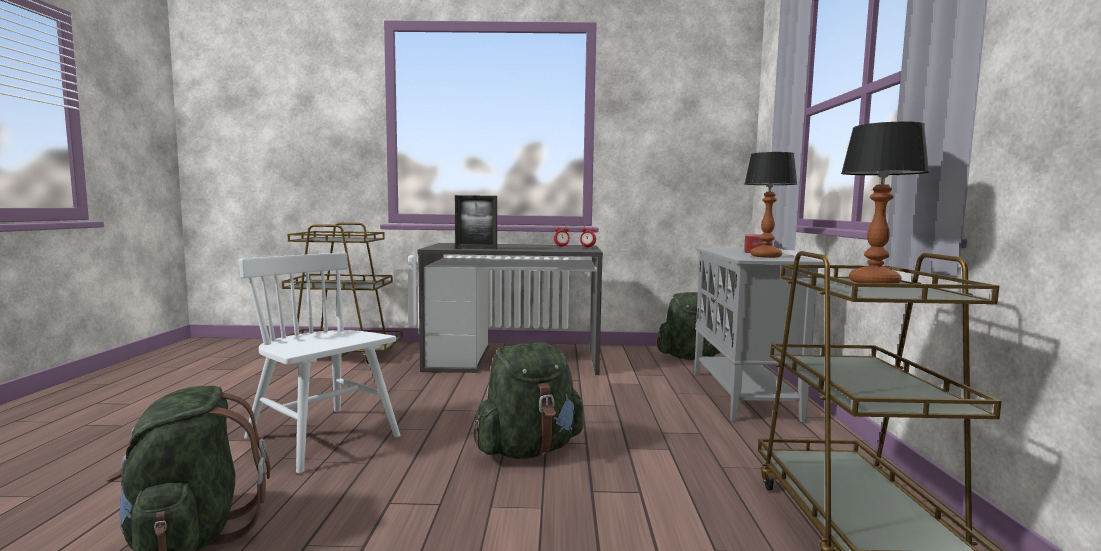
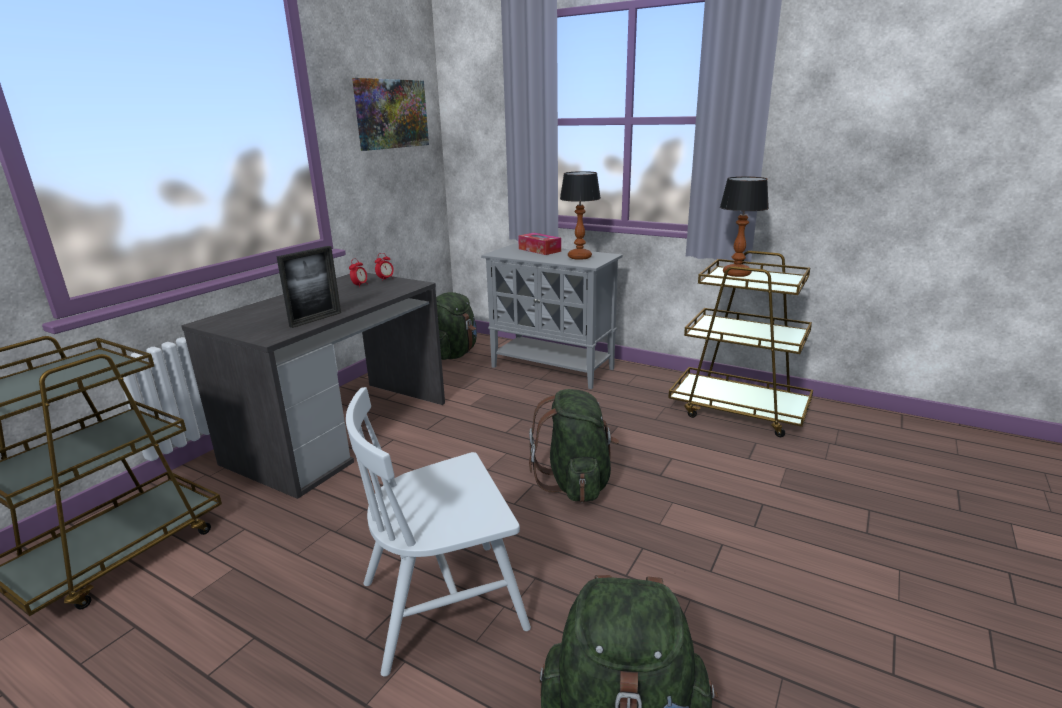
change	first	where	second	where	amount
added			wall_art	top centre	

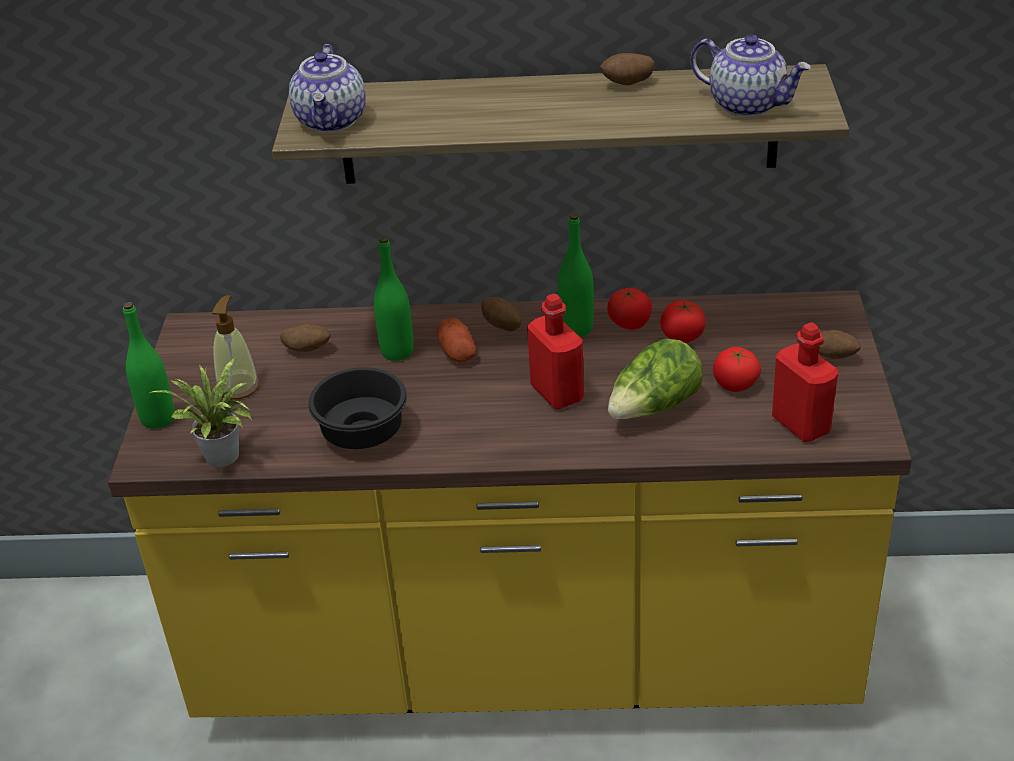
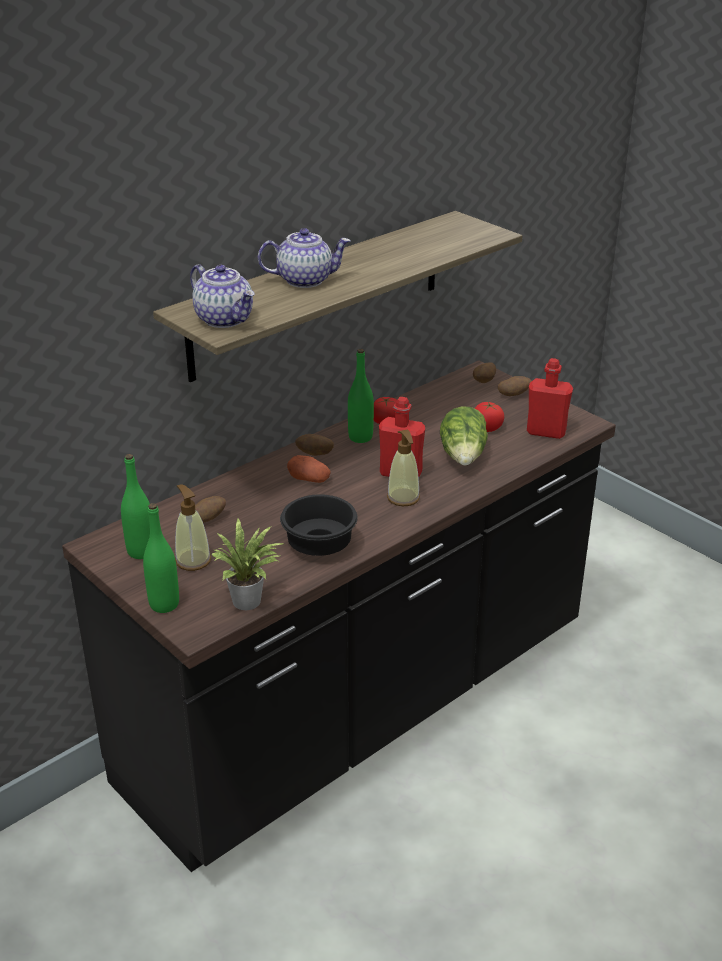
change	first	where	second	where	amount
recoloured	yellow-coloured_counter	centre	black_counter	centre	
moved	greenish_drink_bottle (2nd from left in the first image)	centre	greenish_drink_bottle (1st from left)	middle left	
moved	teapot (2nd from left)	top right		top centre	
added			soap_dispenser (2nd from left)	centre	
moved	whole_potato (4th from left)	top centre		middle right	
removed	fresh_tomato (2nd from left)	middle right			

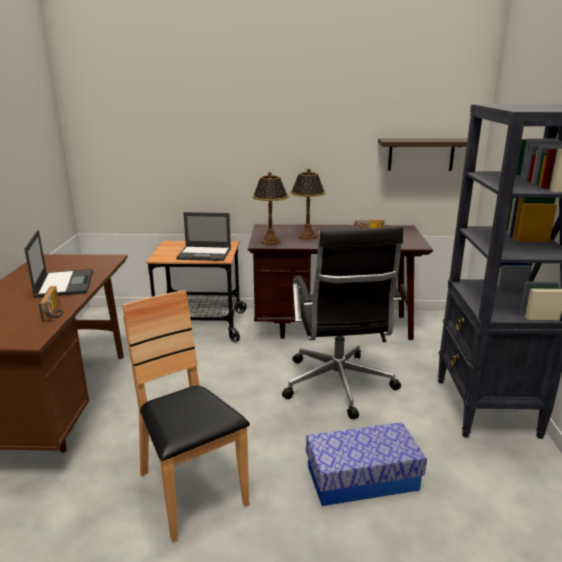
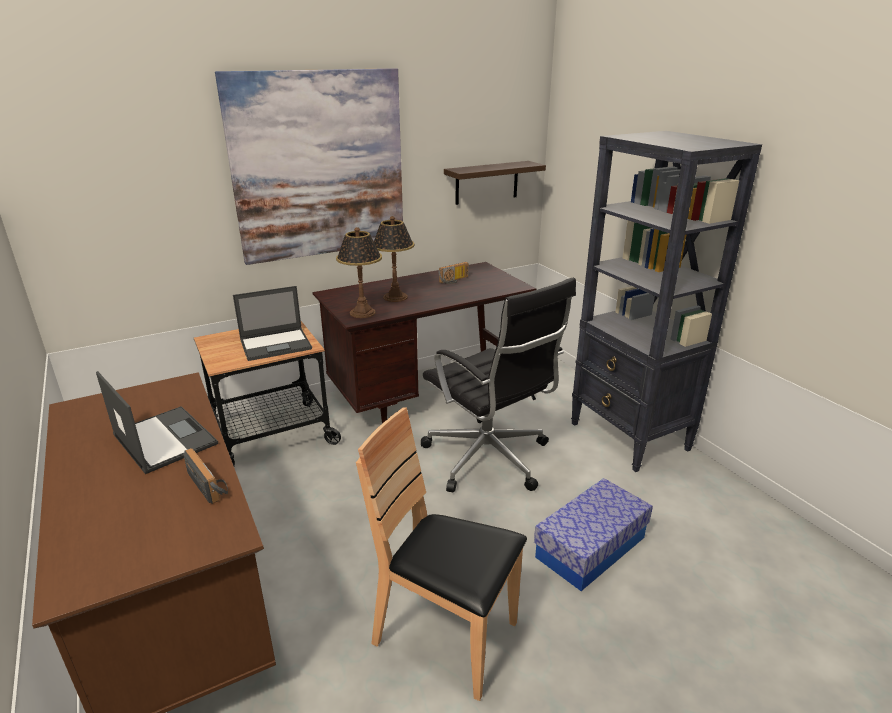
change	first	where	second	where	amount
added			wall_art	top centre	

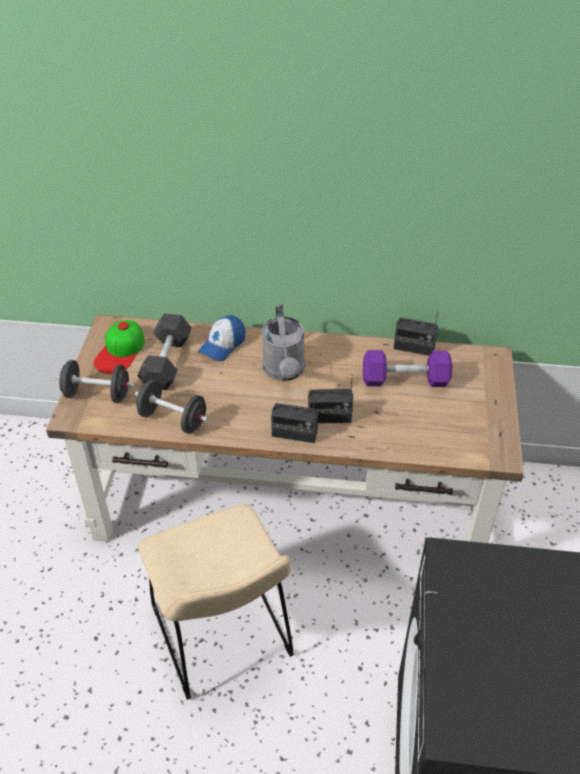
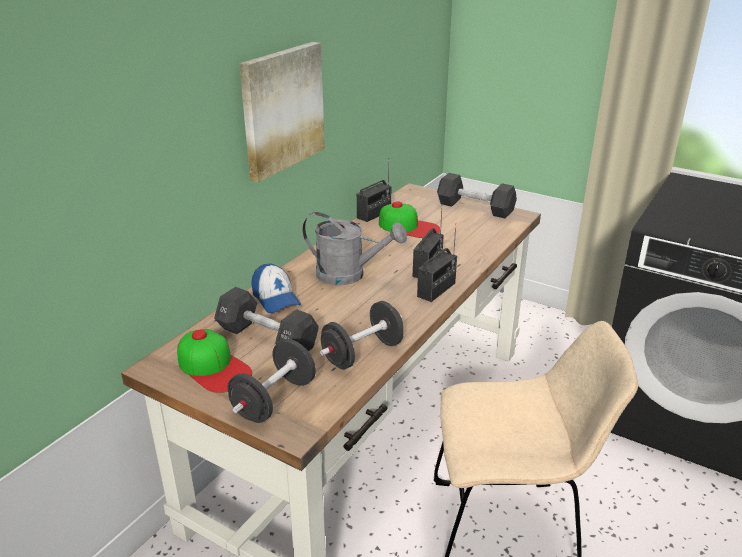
change	first	where	second	where	amount
added			wall_art	top centre	
replaced	purplish_hand_weight	middle right	cap (3rd from left)	centre	
added			black_hand_weight (4th from left)	centre	

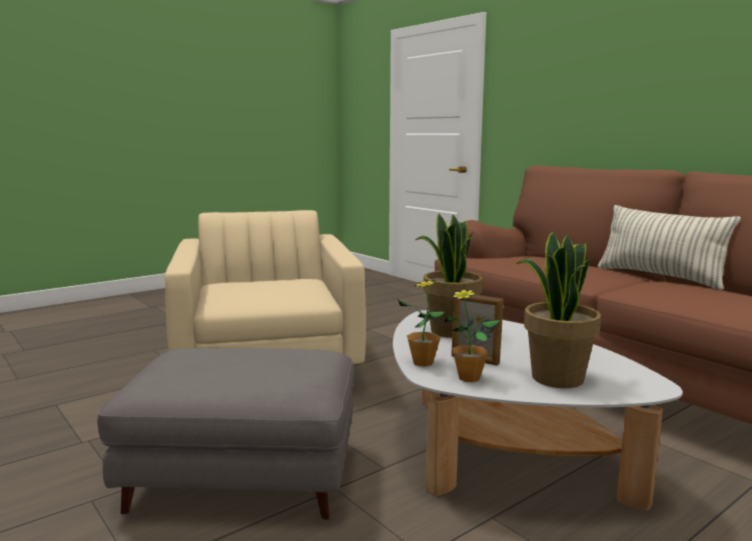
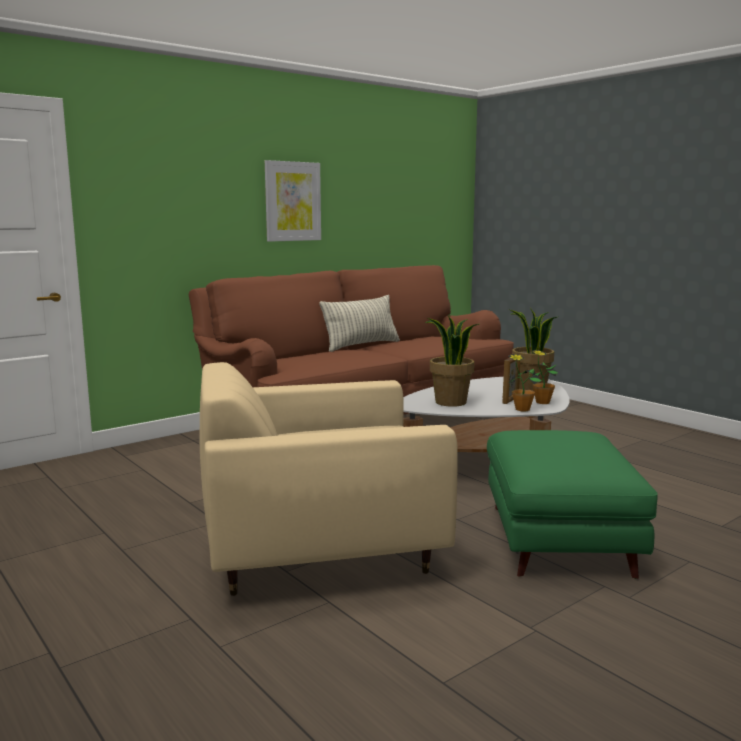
change	first	where	second	where	amount
added			wall_art	top centre	
recoloured	grey_footrest	bottom left	greenish_footrest	bottom right	

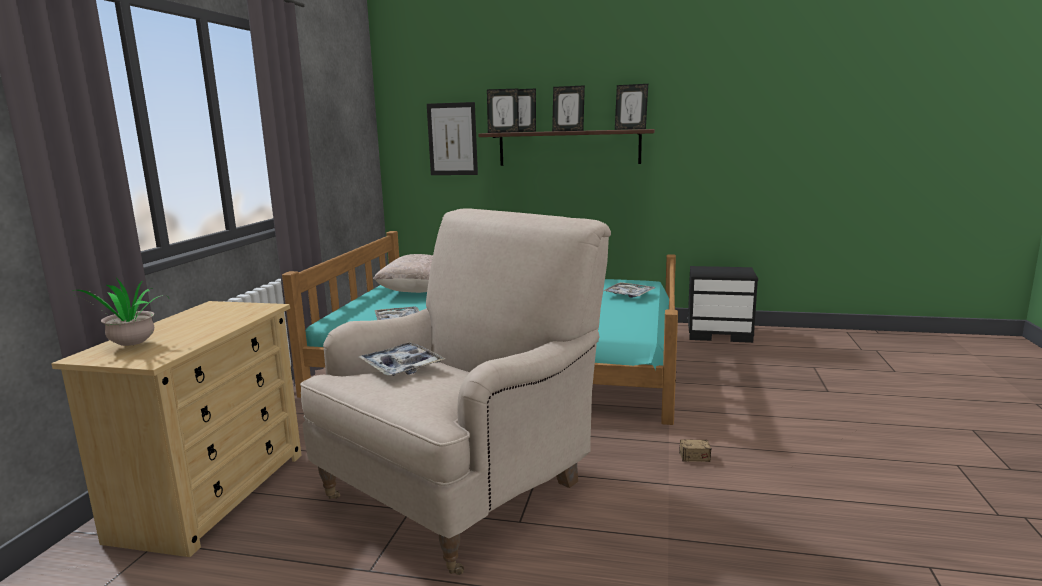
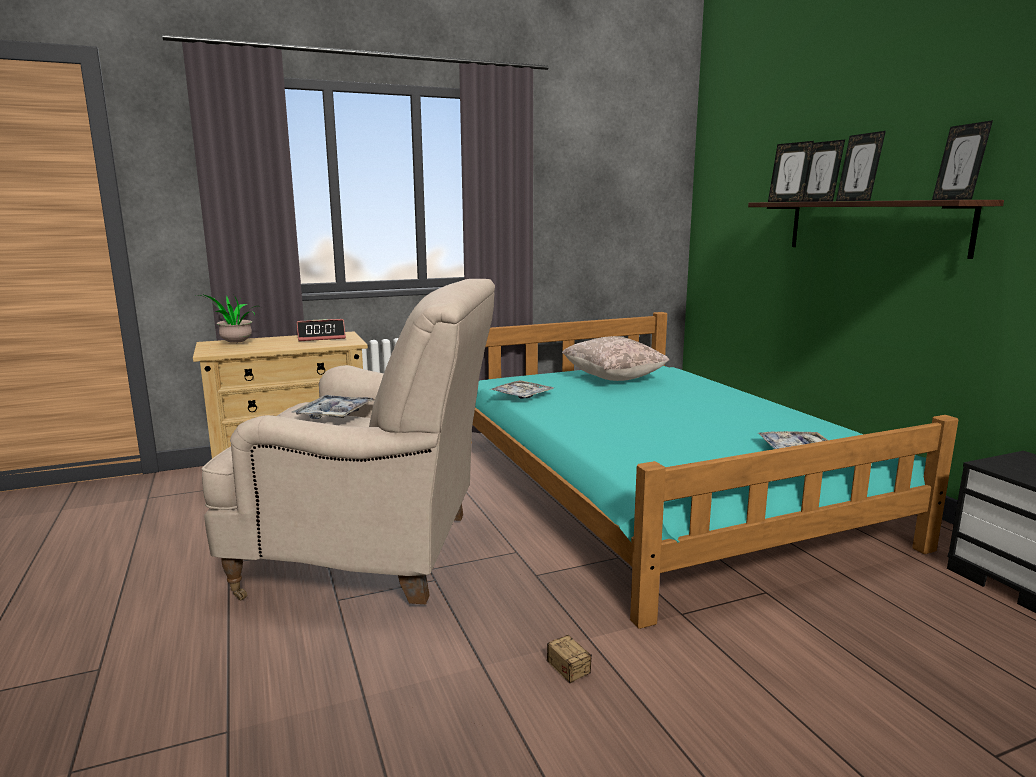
change	first	where	second	where	amount
added			bedside_clock	middle left	
removed	wall_art	top centre			

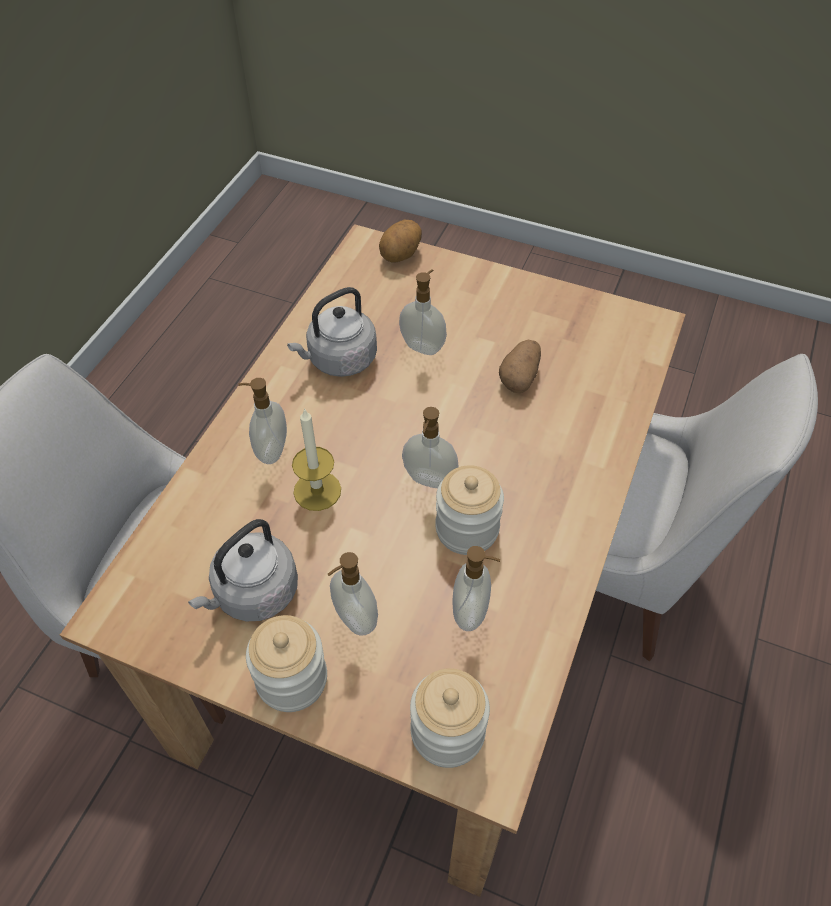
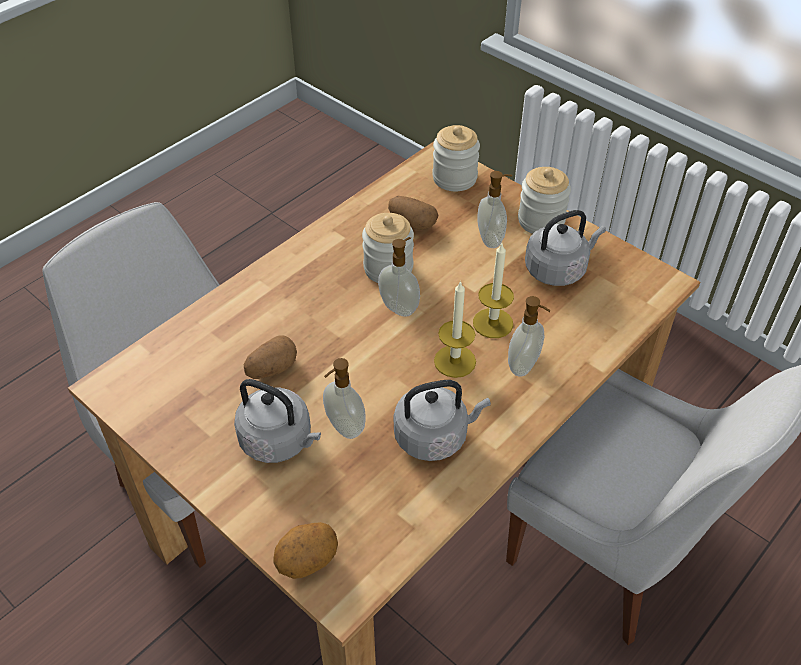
change	first	where	second	where	amount
added			grey_tea_kettle (1st from left)	centre	
replaced	soap_dispenser (5th from left)	centre	whole_potato (3rd from left)	top centre	
added			wax_light (1st from left)	centre	

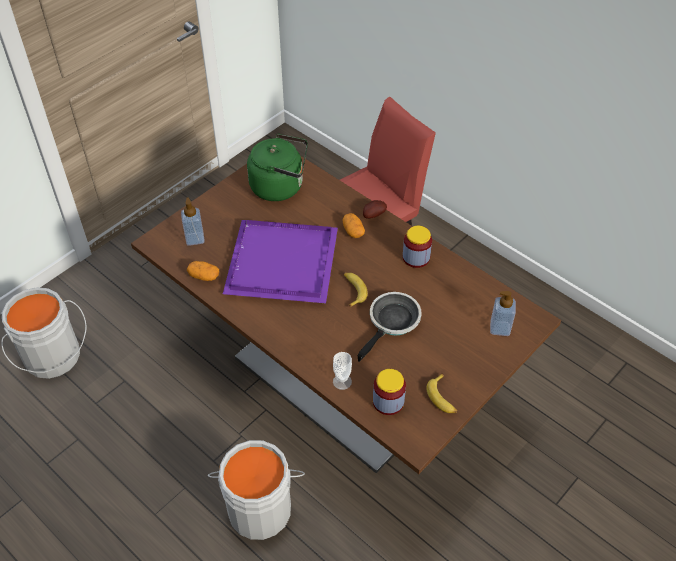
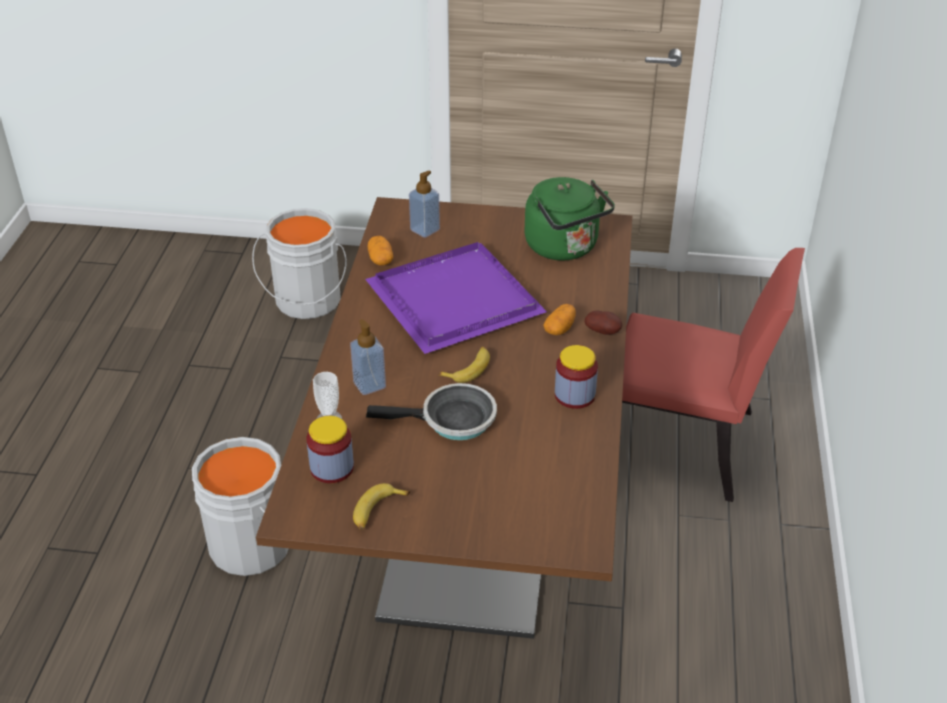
change	first	where	second	where	amount
moved	soap_dispenser (2nd from left in the first image)	middle right	soap_dispenser (1st from left)	centre	

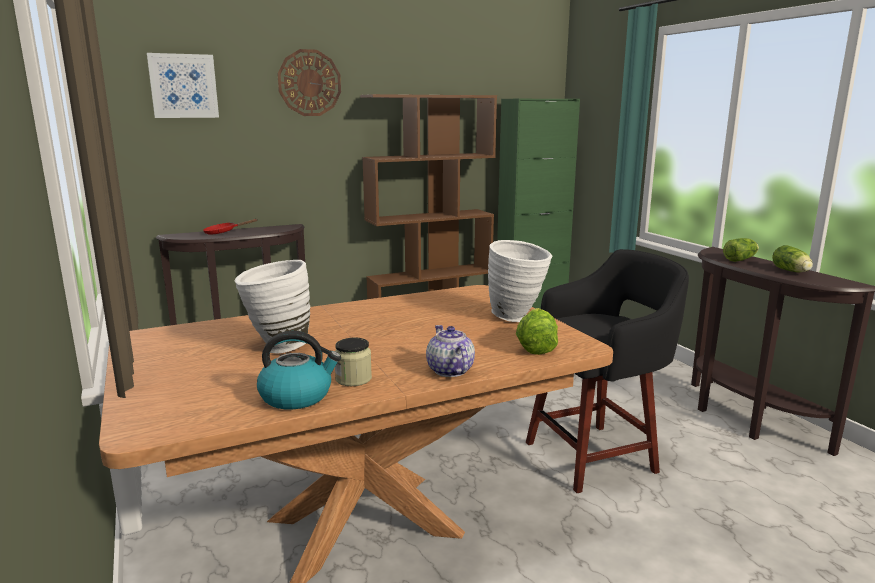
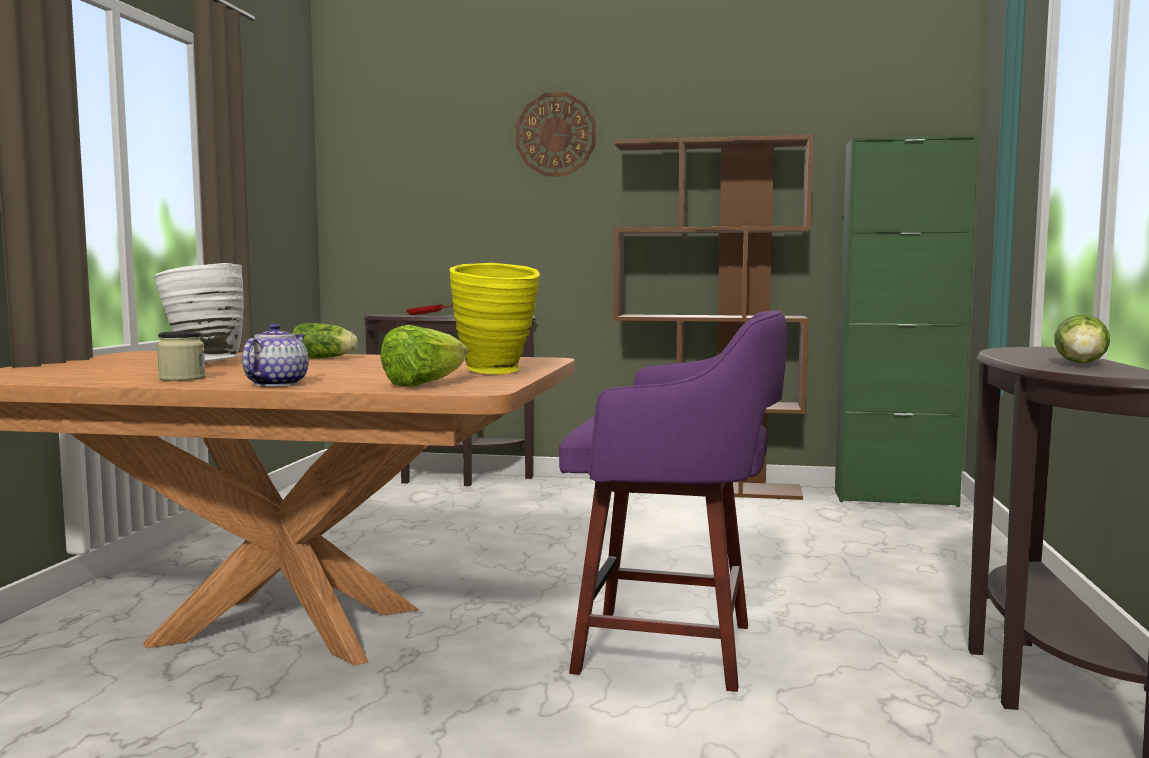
change	first	where	second	where	amount
moved	lettuce_head (2nd from left in the first image)	middle right	lettuce_head (1st from left)	middle left	
recoloured	white-coloured_vase (2nd from left)	centre	yellow-coloured_vase	centre	
recoloured	black_stool	middle right	purplish_stool	centre	
removed	wall_art	top left			
removed	tea_kettle	centre			

